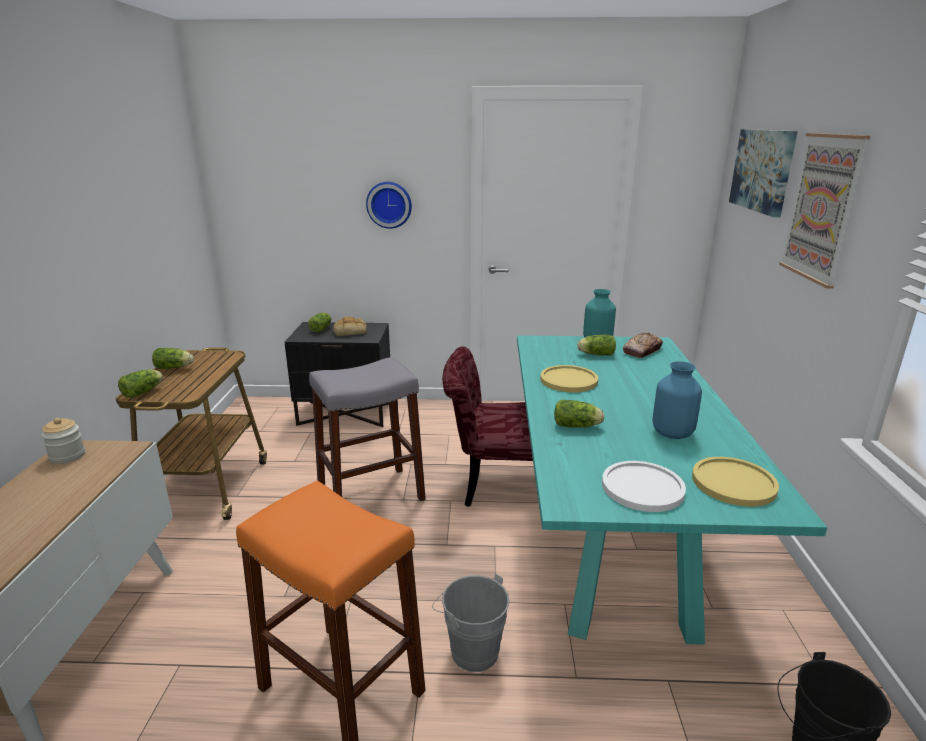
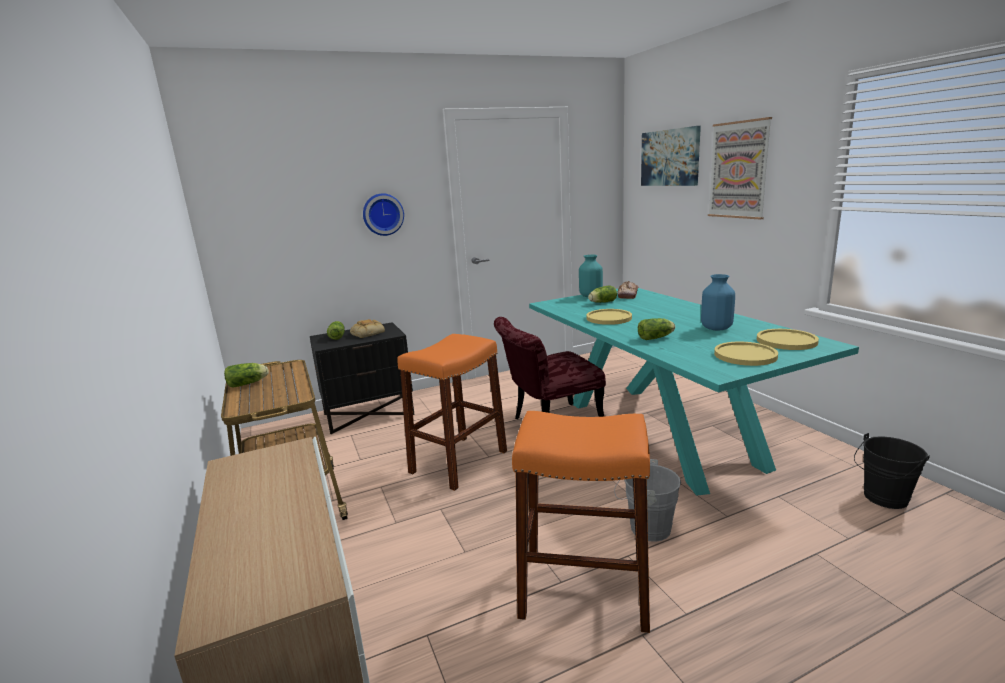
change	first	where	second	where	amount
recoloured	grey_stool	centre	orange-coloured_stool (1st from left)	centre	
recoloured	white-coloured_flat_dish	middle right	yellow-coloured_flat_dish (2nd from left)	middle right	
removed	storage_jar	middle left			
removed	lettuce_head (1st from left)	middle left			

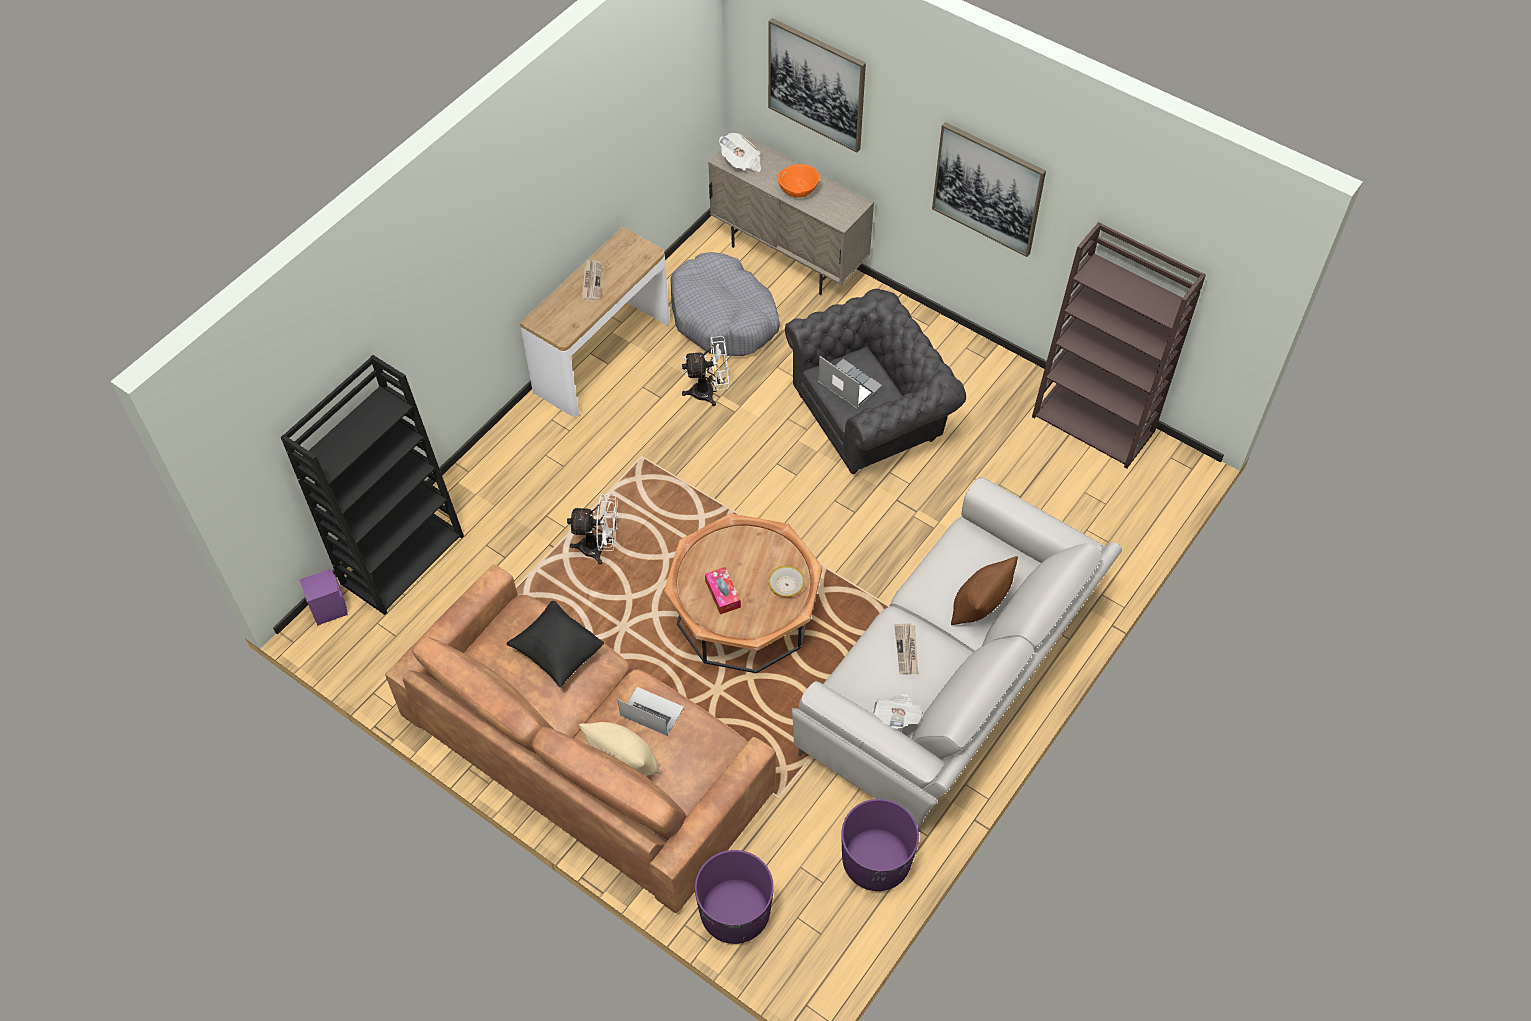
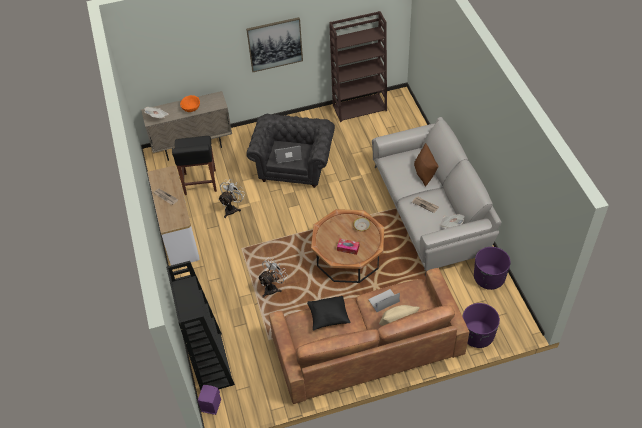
change	first	where	second	where	amount
replaced	grey_pet_bed	top centre	black_stool	middle left	
removed	wall_art (1st from left)	top centre			

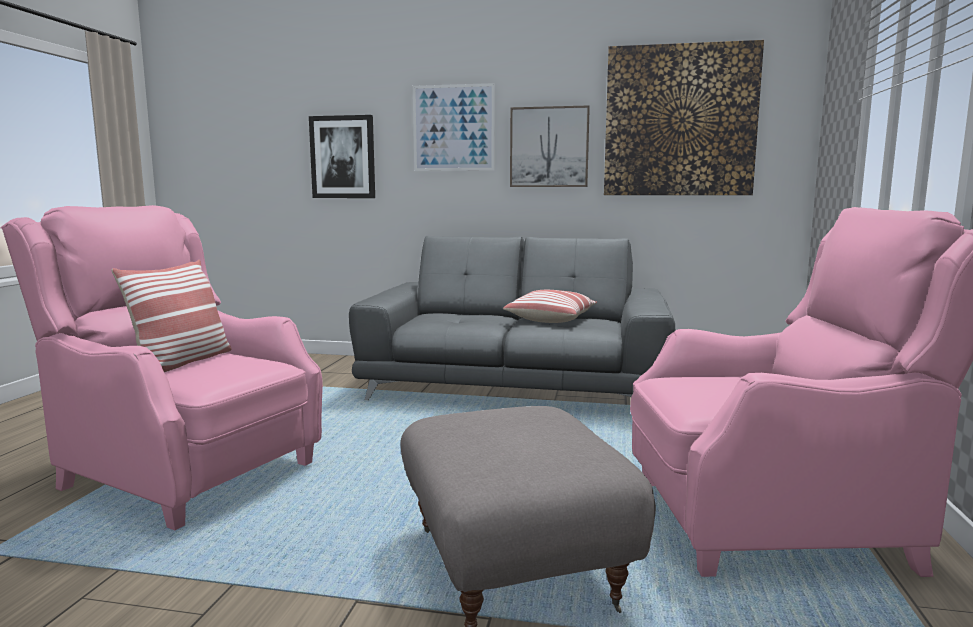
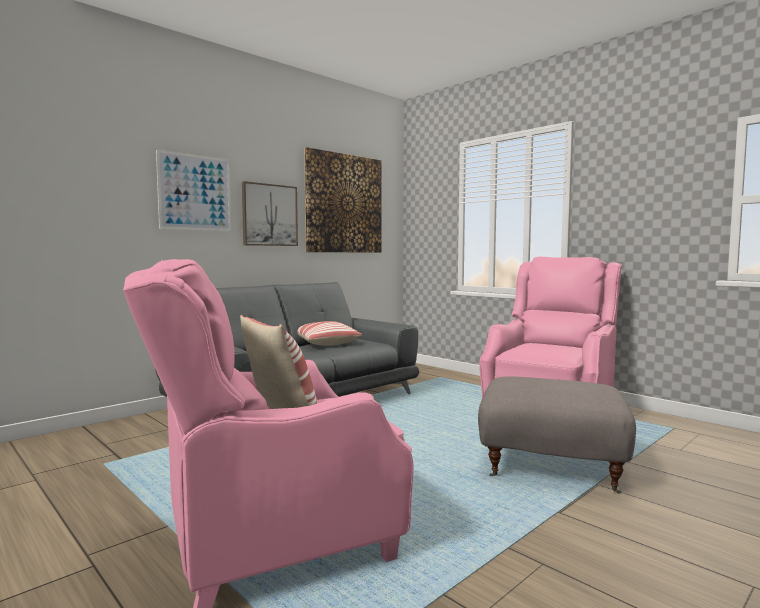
change	first	where	second	where	amount
removed	wall_art (1st from left)	top centre			

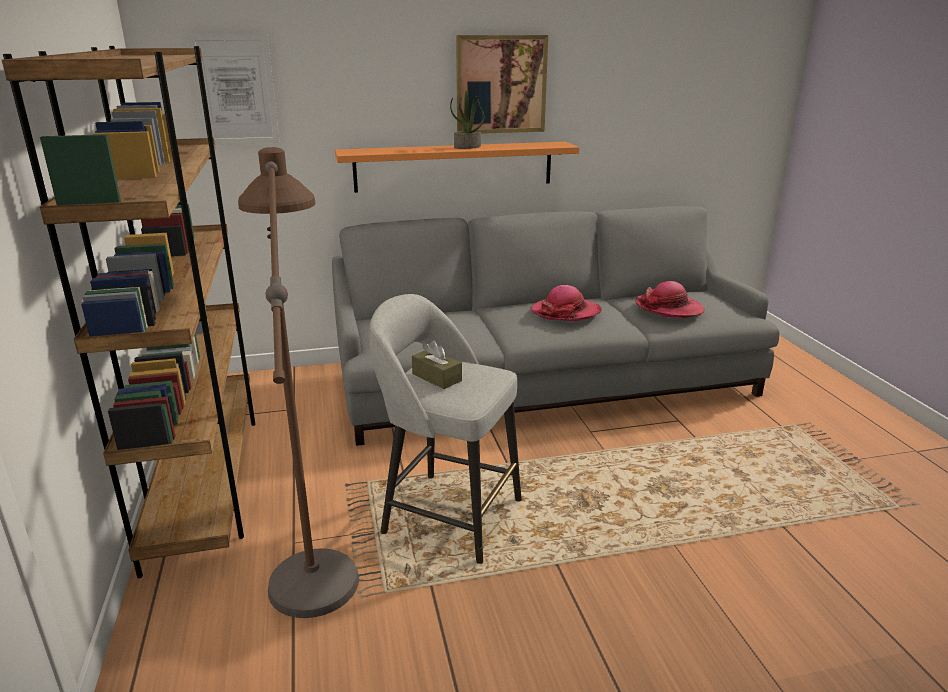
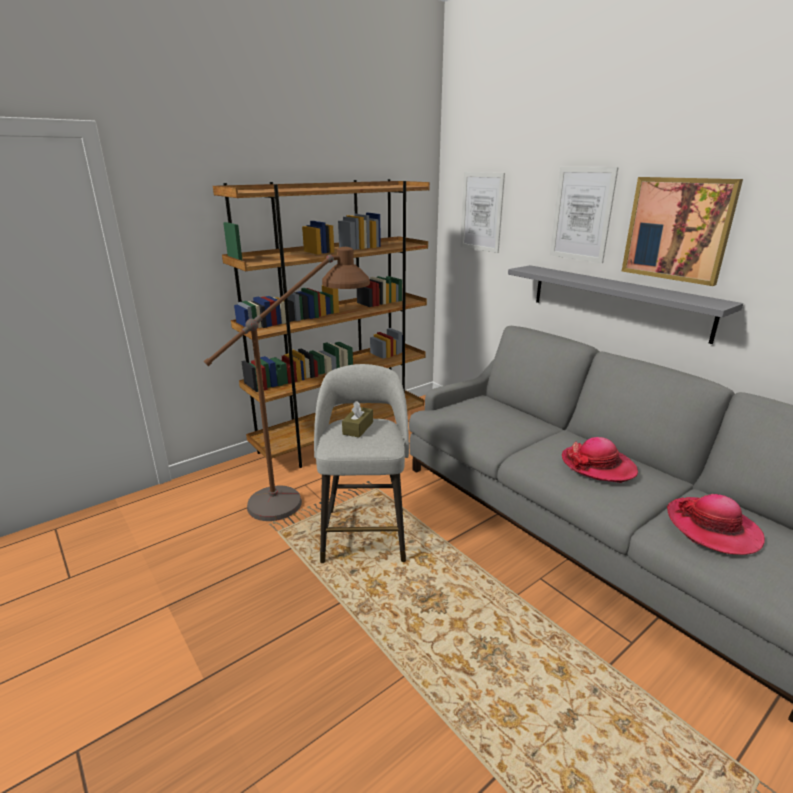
change	first	where	second	where	amount
recoloured	orange-coloured_shelf	top centre	grey_shelf	middle right	
added			wall_art (2nd from left)	top right	
removed	houseplant	top centre			

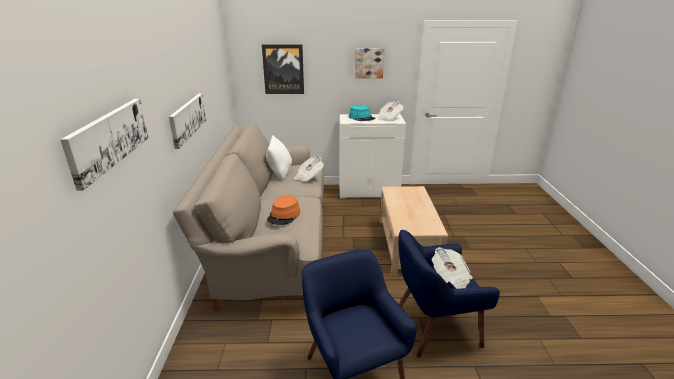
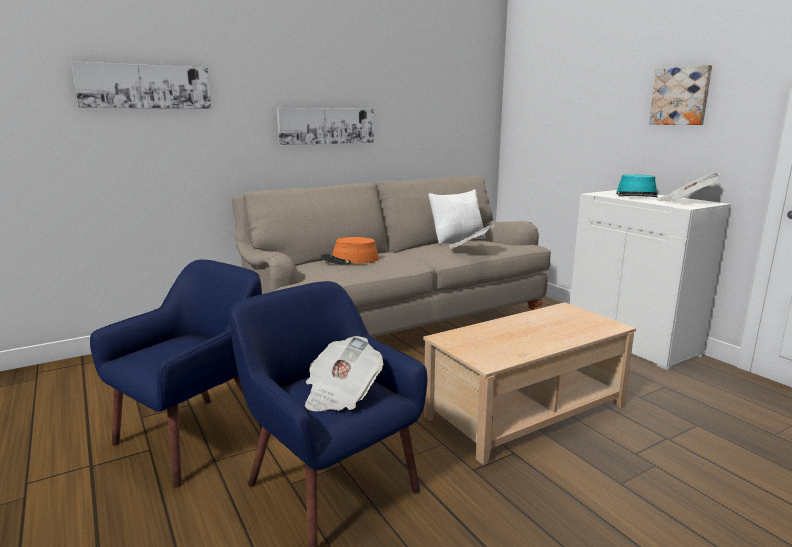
change	first	where	second	where	amount
removed	wall_art (3rd from left)	top centre			

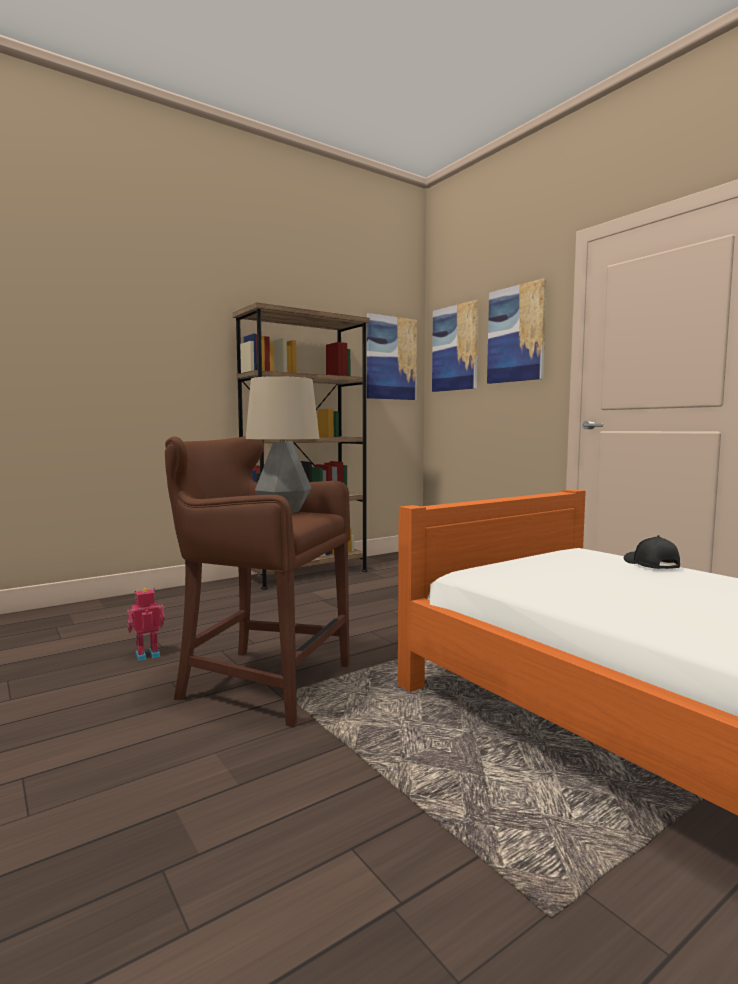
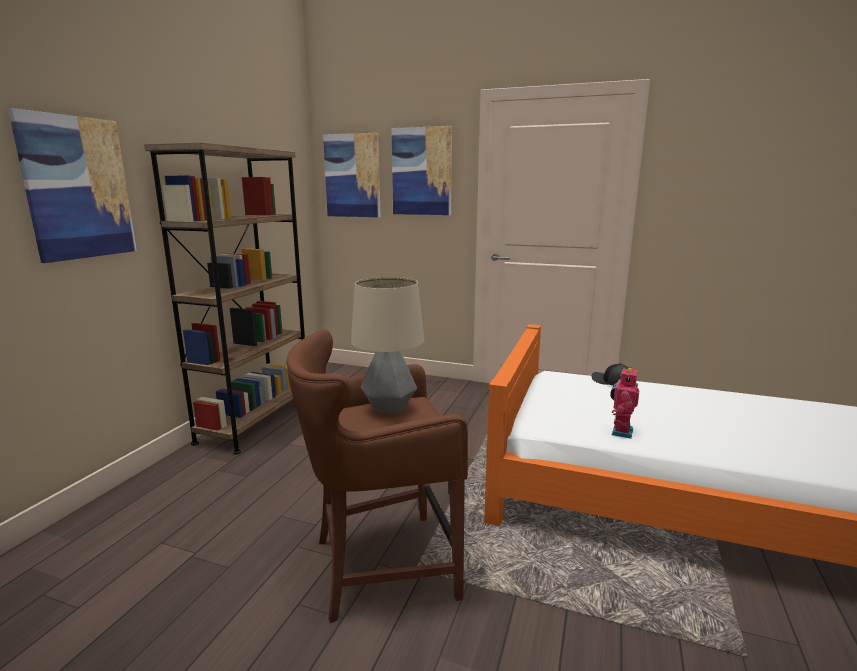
change	first	where	second	where	amount
moved	wall_art (1st from left)	centre		top left	
moved	toy_robot	middle left		middle right	

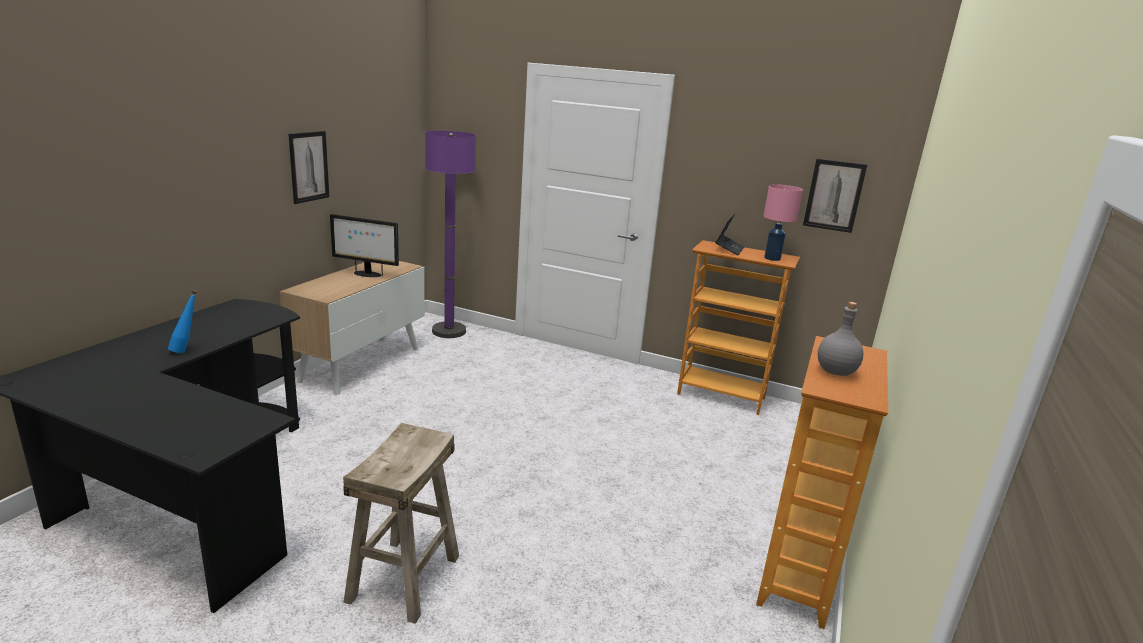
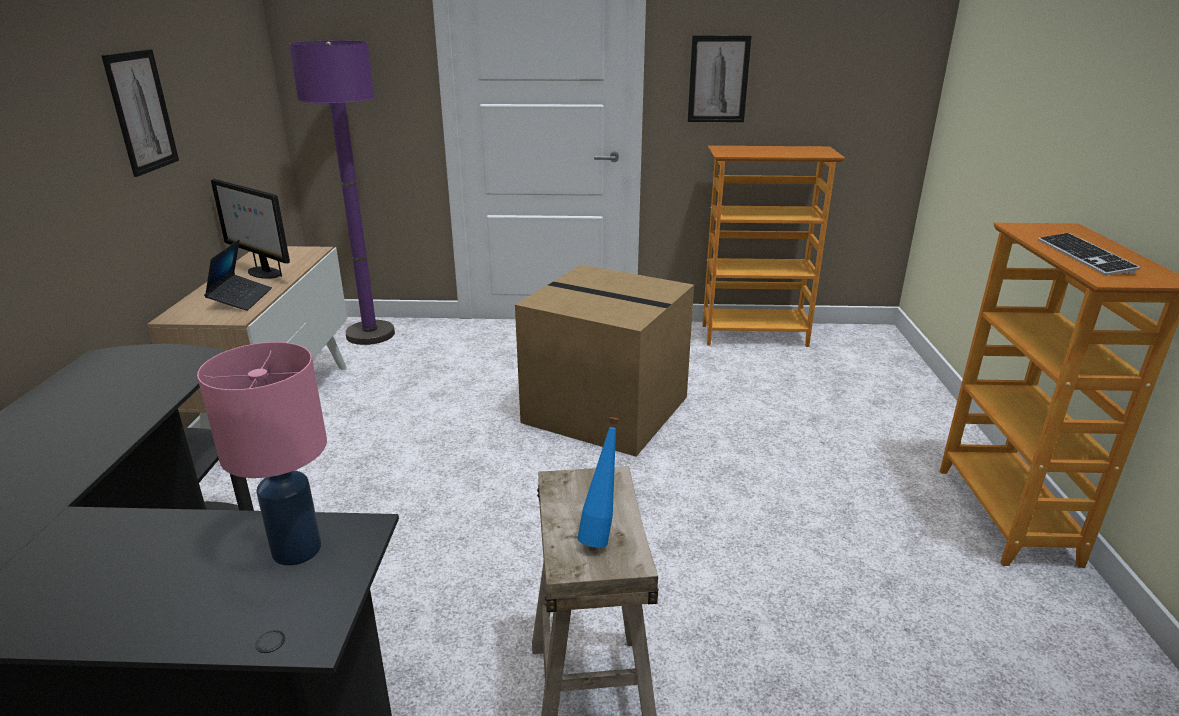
change	first	where	second	where	amount
moved	pink_table_lamp	middle right		middle left	
moved	portable_computer	centre		middle left	
turned	computer_screen	middle left		top left	45 degrees clockwise
added			cardboard_box	centre	
moved	blue-coloured_drink_bottle	middle left		bottom centre	
moved	wall_art (2nd from left)	top right		top centre	
replaced	grey_drink_bottle	middle right	PC_keyboard	middle right	

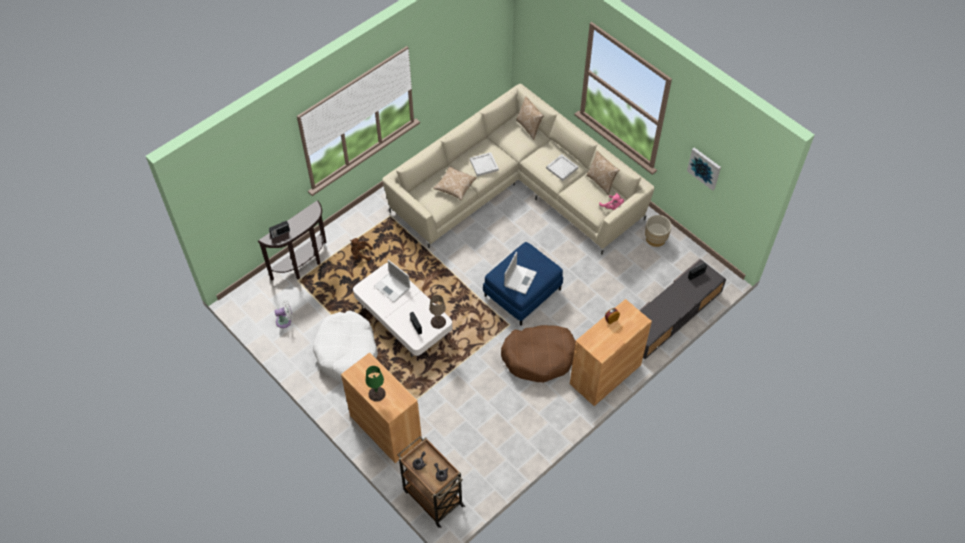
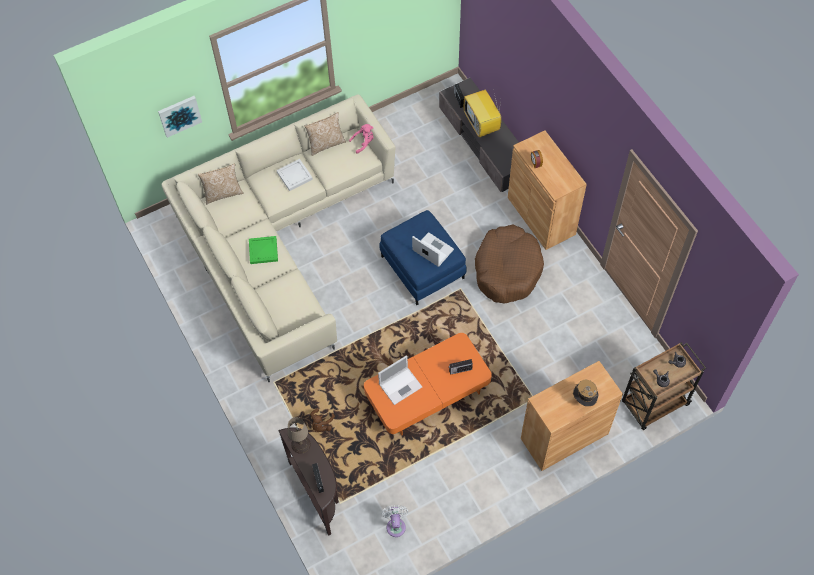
change	first	where	second	where	amount
moved	wall_art	top right		top left	
recoloured	white-coloured_serving_tray (1st from left)	top centre	greenish_serving_tray	middle left	
moved	beige-coloured_table_lamp	centre		bottom centre	
recoloured	white-coloured_low_table	centre	orange-coloured_low_table	bottom centre	
added			television	top centre	
replaced	greenish_table_lamp	bottom centre	hat	bottom right	
removed	white-coloured_pet_bed	centre			
removed	cushion (1st from left)	centre			
removed	beige-coloured_flower_pot	middle right			

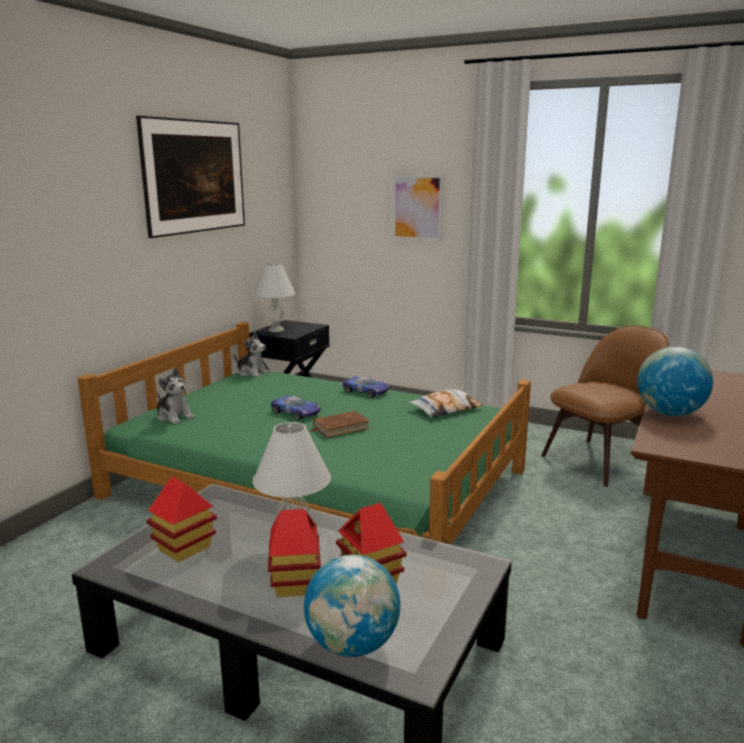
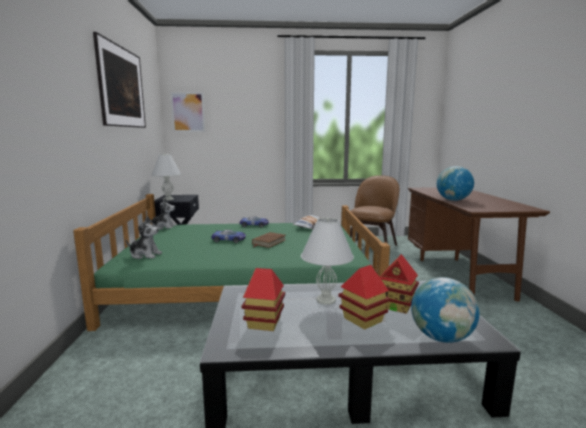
change	first	where	second	where	amount
moved	wall_art (2nd from left)	top centre		top left	

